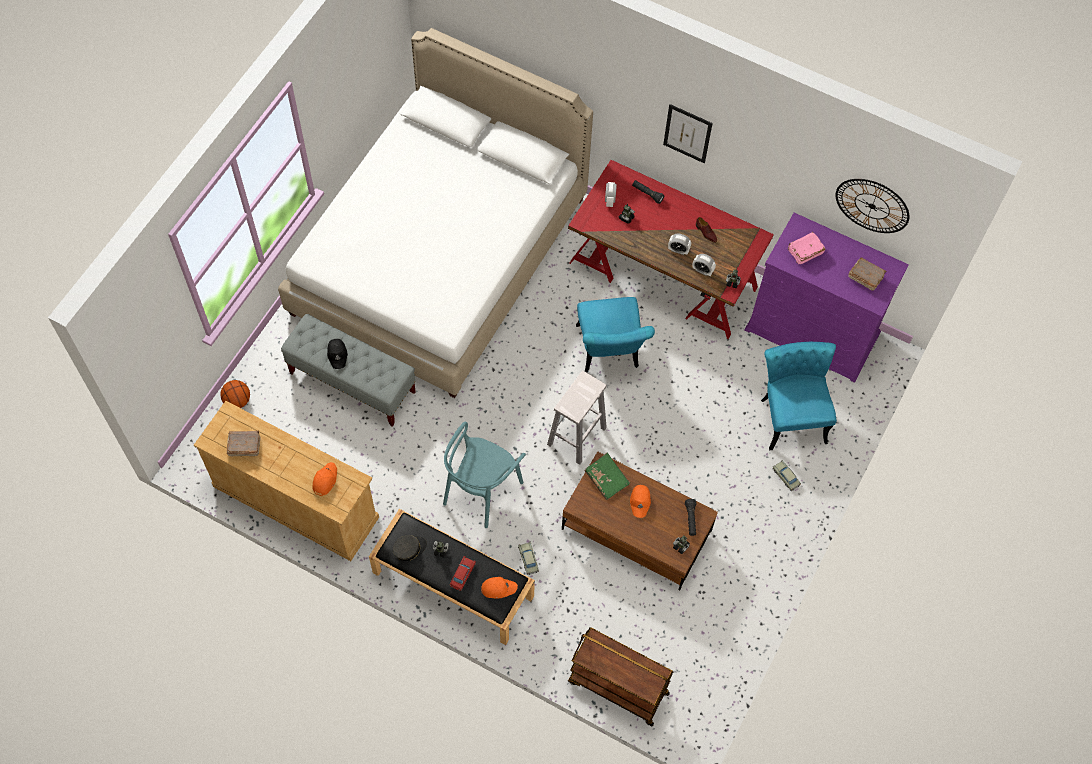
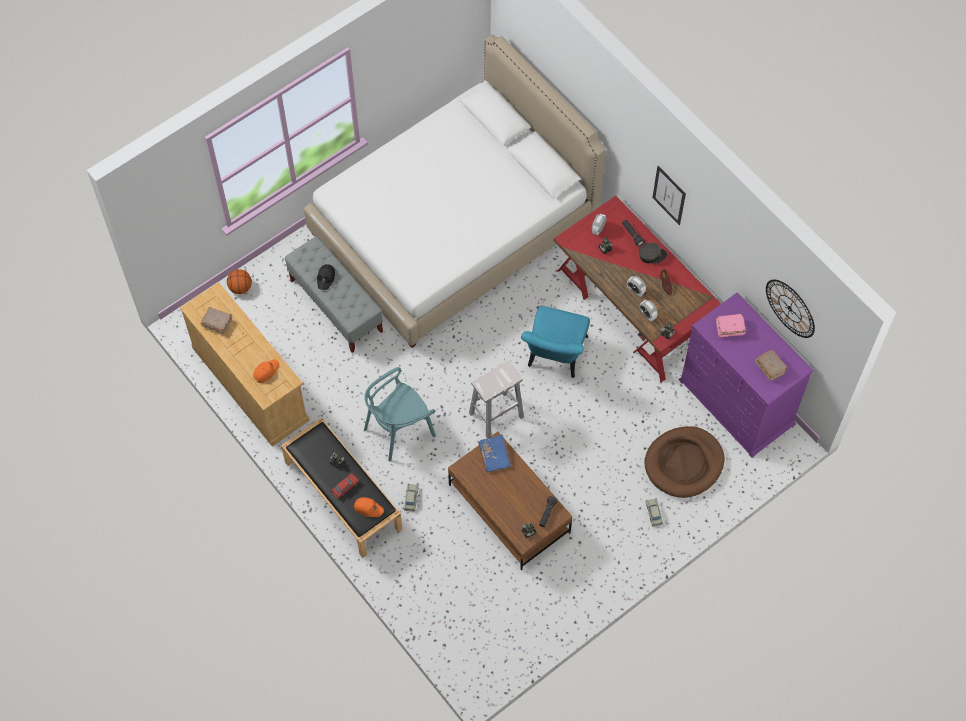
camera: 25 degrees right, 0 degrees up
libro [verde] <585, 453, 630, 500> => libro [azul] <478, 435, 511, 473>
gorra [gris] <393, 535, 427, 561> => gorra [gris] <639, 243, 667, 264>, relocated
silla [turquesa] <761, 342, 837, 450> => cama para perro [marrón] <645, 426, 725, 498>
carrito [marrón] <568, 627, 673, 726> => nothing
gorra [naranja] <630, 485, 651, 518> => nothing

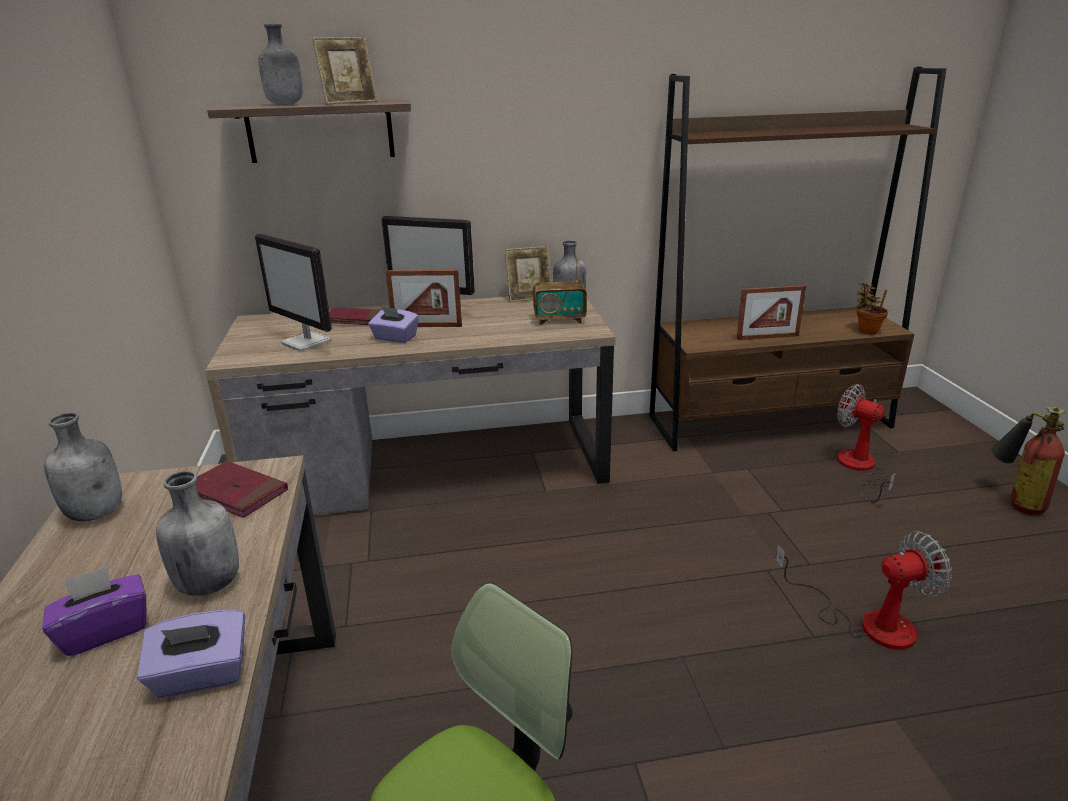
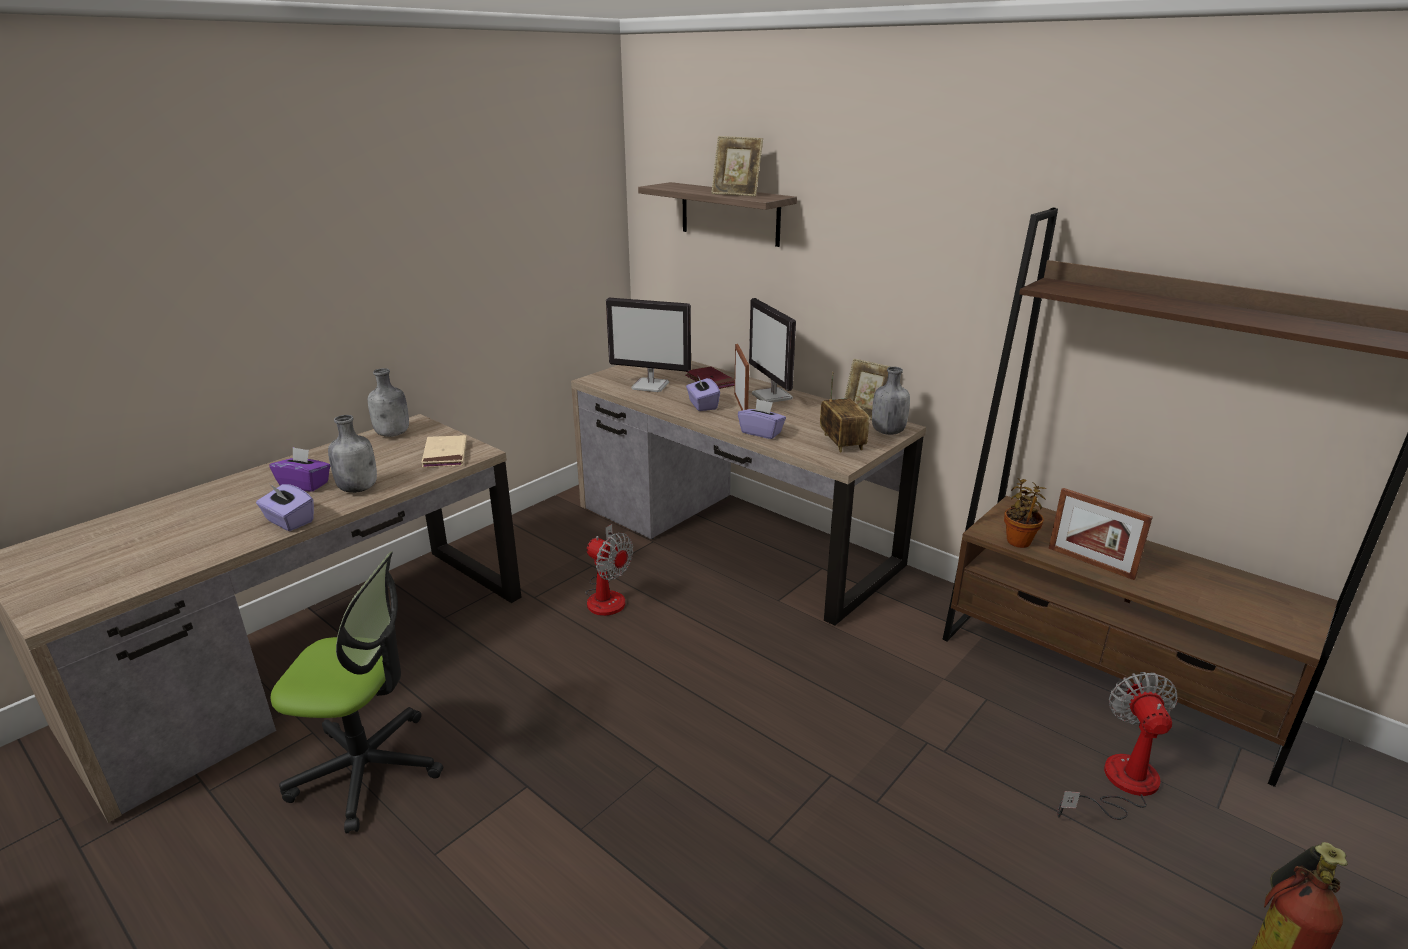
camera: 50 degrees right, 0 degrees up
libro [rojo] <196, 461, 288, 518> => libro [beis] <421, 435, 467, 468>
ventilador <776, 531, 952, 650> => ventilador <585, 524, 633, 616>, relocated
monitor <255, 234, 332, 351> => monitor <606, 298, 691, 392>, 75 degrees counterclockwise
portarretratos <386, 270, 462, 327> => portarretratos <734, 344, 749, 411>, 150 degrees counterclockwise
nothing => caja de pañuelos [morado] <738, 399, 786, 439>
radio <533, 253, 587, 325> => radio <820, 372, 869, 452>, 150 degrees counterclockwise
planta en maceta <856, 282, 888, 335> => planta en maceta <1004, 478, 1047, 548>, relocated
botella [gris] <258, 24, 302, 105> => nothing

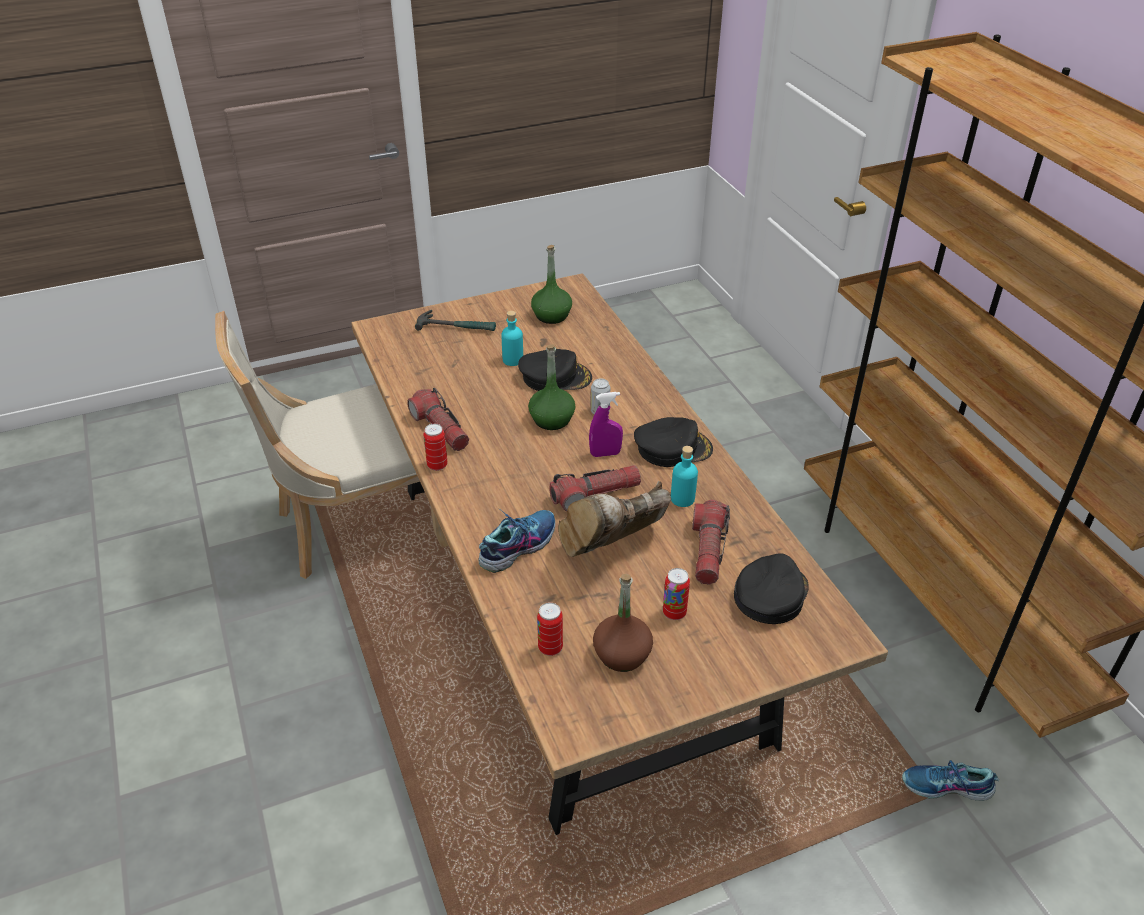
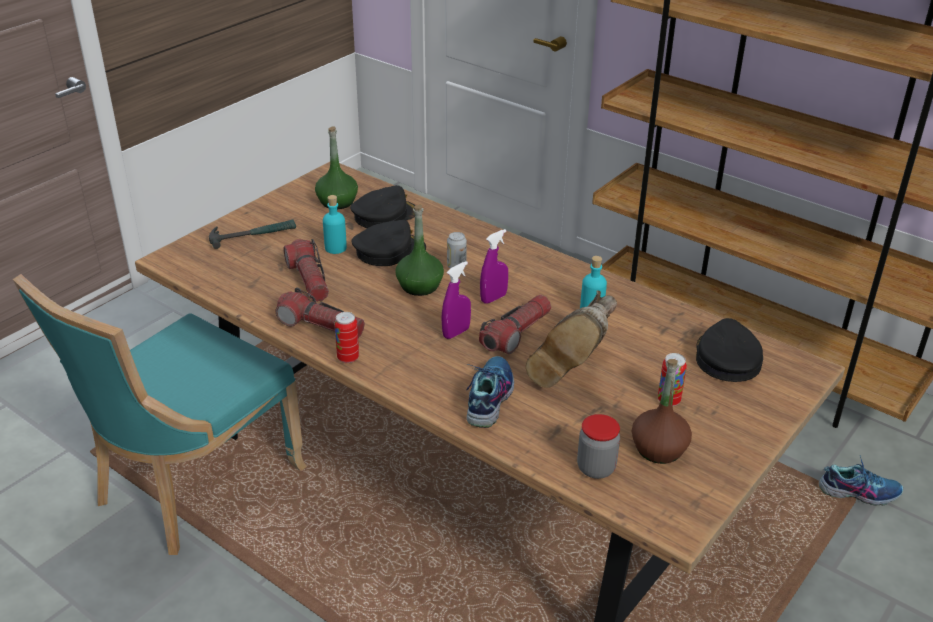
camera: 30 degrees left, 5 degrees down
silla [beis] <215, 311, 449, 579> => silla [turquesa] <13, 274, 307, 555>
linterna <692, 500, 730, 585> => linterna <284, 239, 329, 302>, relocated
gorra [negro] <634, 417, 713, 467> => gorra [negro] <350, 185, 416, 228>, relocated
nothing => pulverizador [morado] <441, 261, 471, 339>
lata <537, 603, 563, 656> => tarro <577, 414, 620, 479>
zapato <902, 760, 999, 801> => zapato <819, 456, 903, 505>, 150 degrees counterclockwise

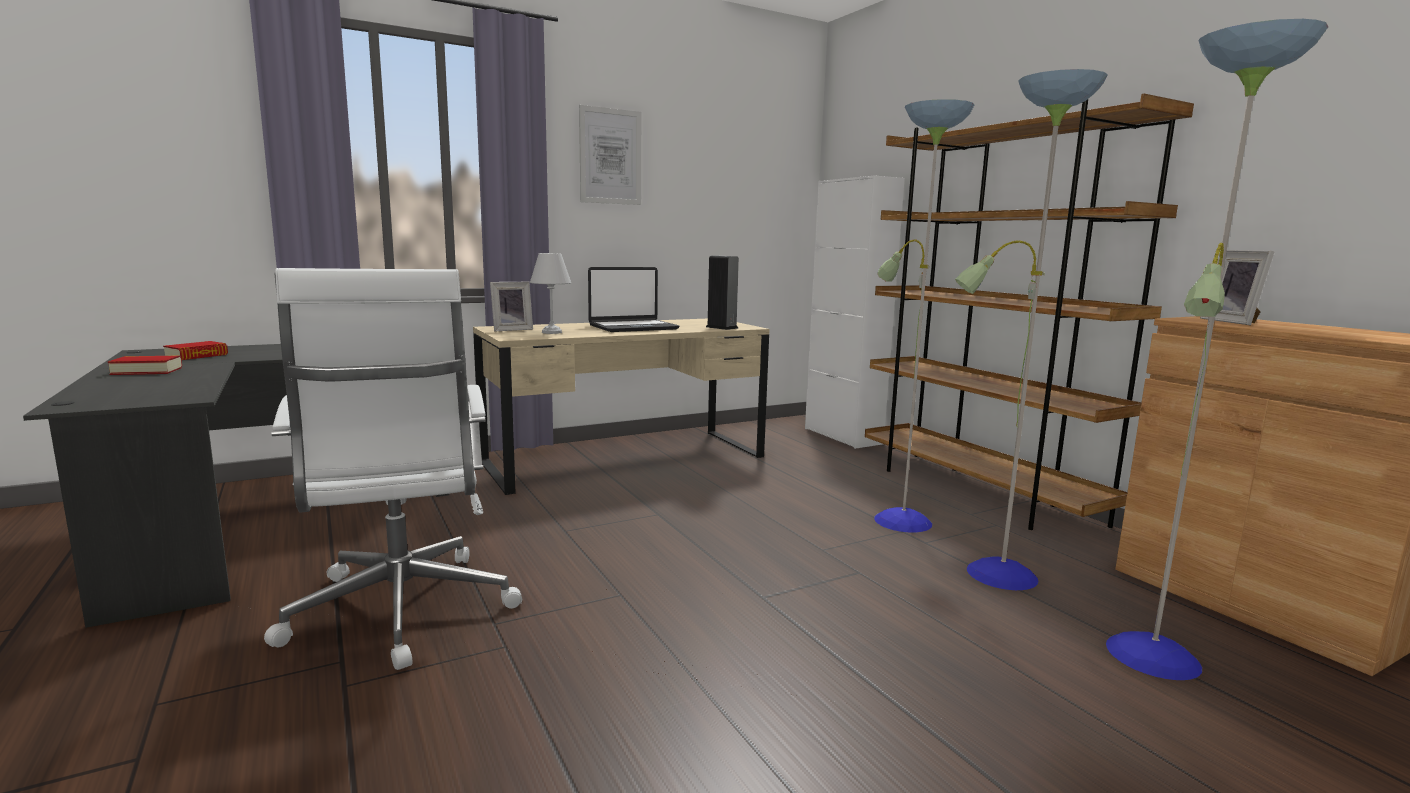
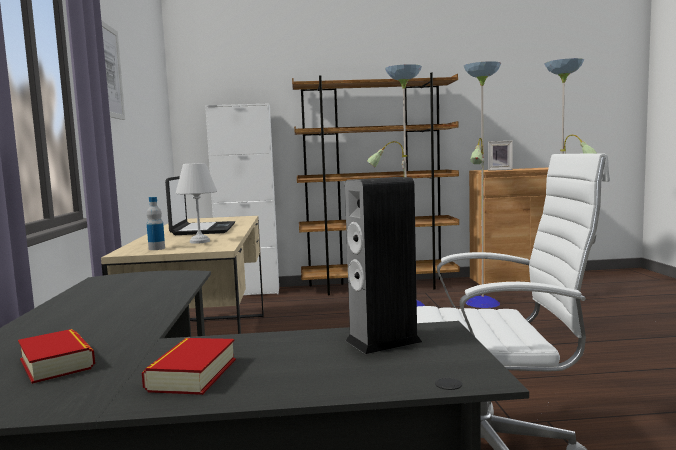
camera: 65 degrees left, 5 degrees down
portarretratos <490, 282, 533, 332> => botella <147, 197, 165, 250>
altavoz <706, 256, 739, 330> => altavoz <345, 177, 422, 354>, relocated

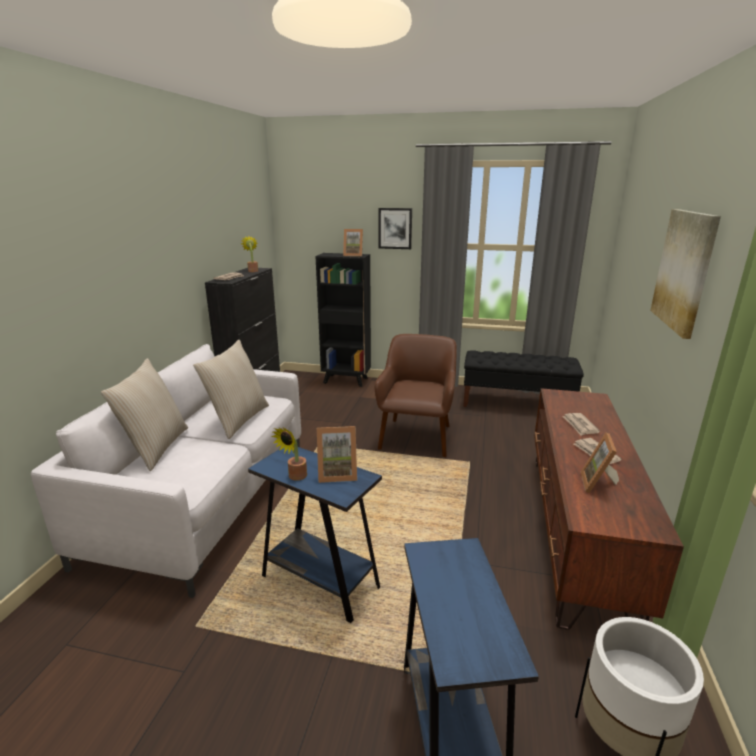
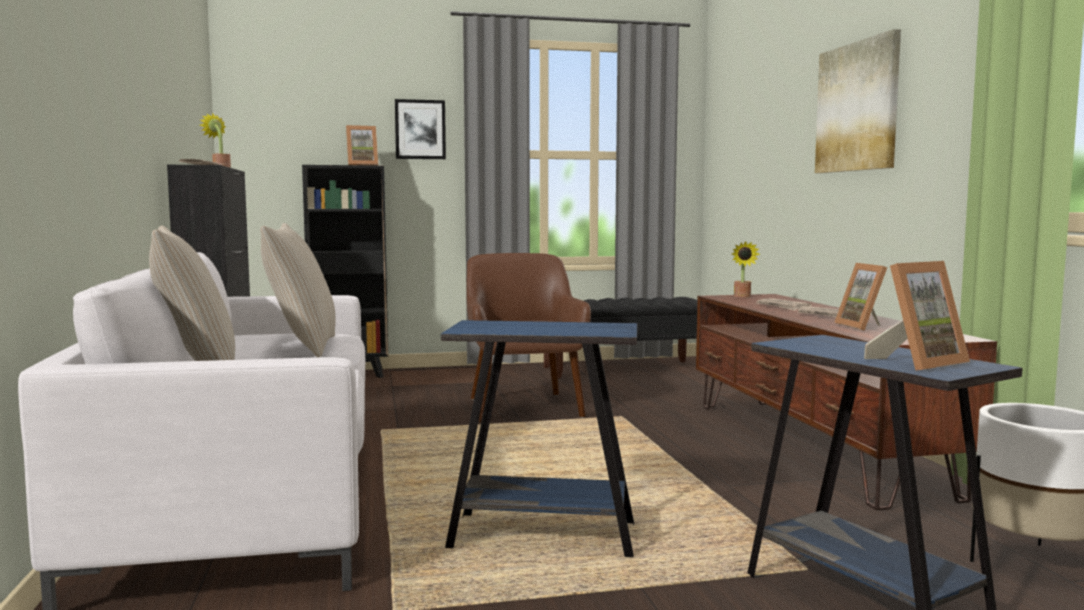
camera: 25 degrees left, 15 degrees down
planta en maceta <271, 427, 307, 481> => planta en maceta <732, 241, 760, 297>, relocated
portarretratos <317, 426, 357, 483> => portarretratos <864, 261, 970, 371>, relocated

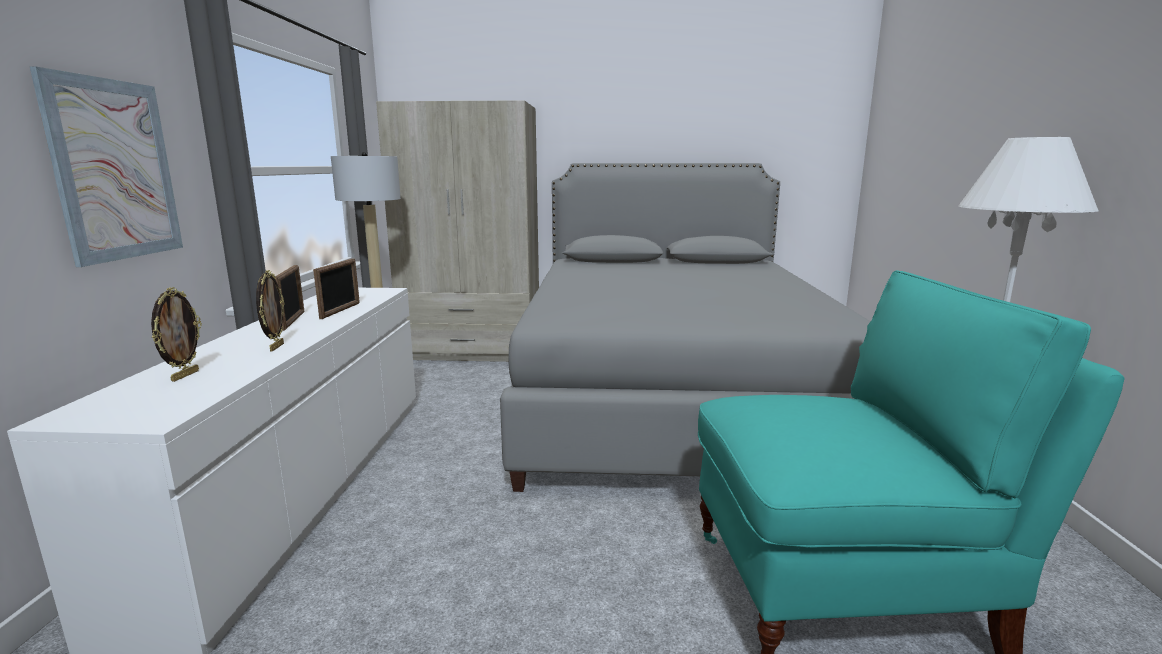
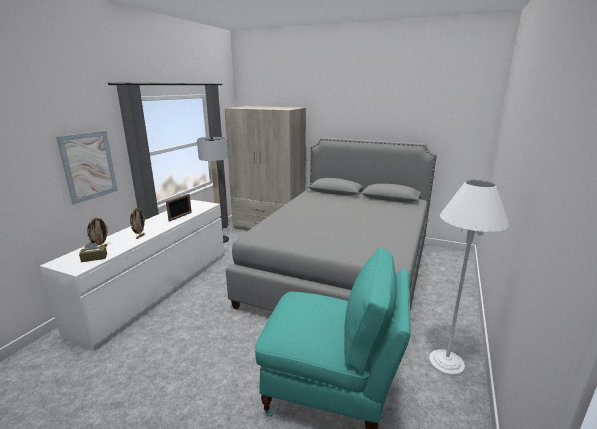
camera: 20 degrees right, 5 degrees up
nothing => caja de pañuelos [marrón] <79, 242, 107, 262>
portarretratos <275, 265, 304, 331> => nothing

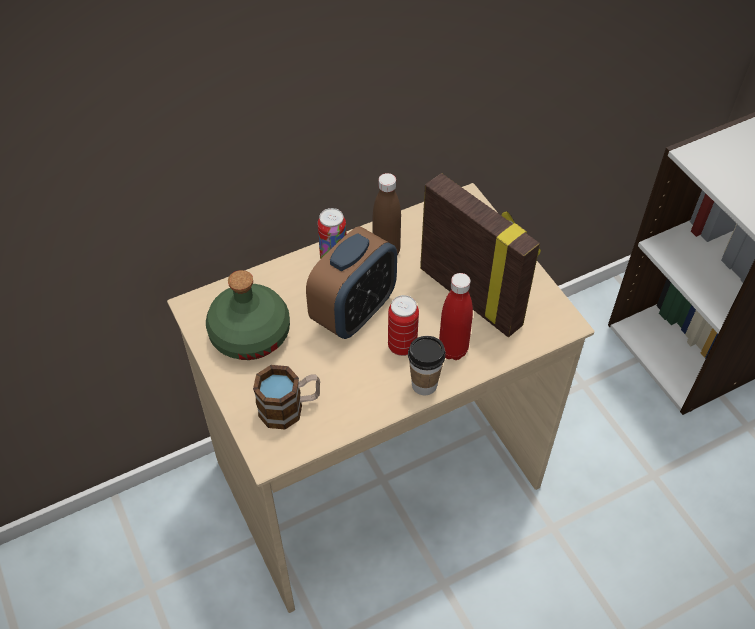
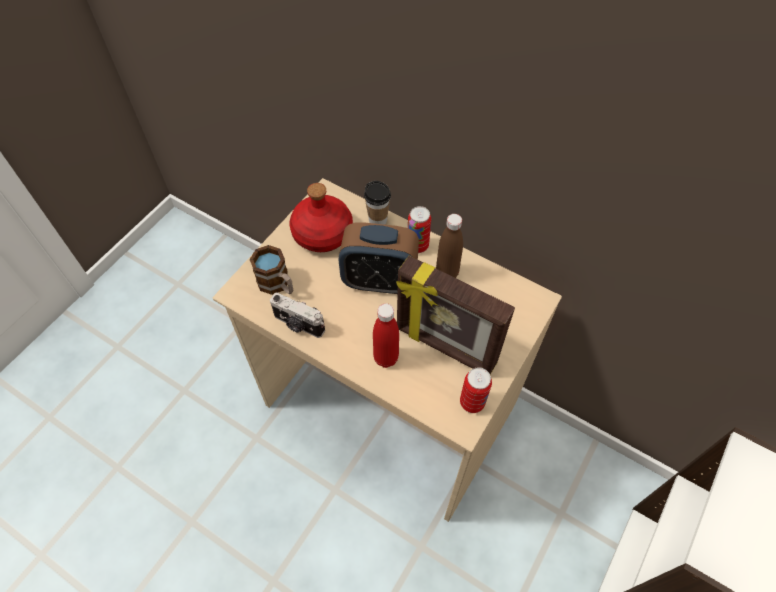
camera: 60 degrees right, 5 degrees up
nothing => cámara <270, 292, 325, 338>
botella [verde] <206, 270, 290, 360> => botella [rojo] <290, 183, 353, 252>
taza <408, 336, 446, 395> => taza <364, 181, 391, 225>, relocated
portarretratos <420, 173, 541, 337> => portarretratos <396, 255, 515, 374>, 105 degrees clockwise
lata <388, 295, 419, 356> => lata <460, 367, 492, 413>, relocated

